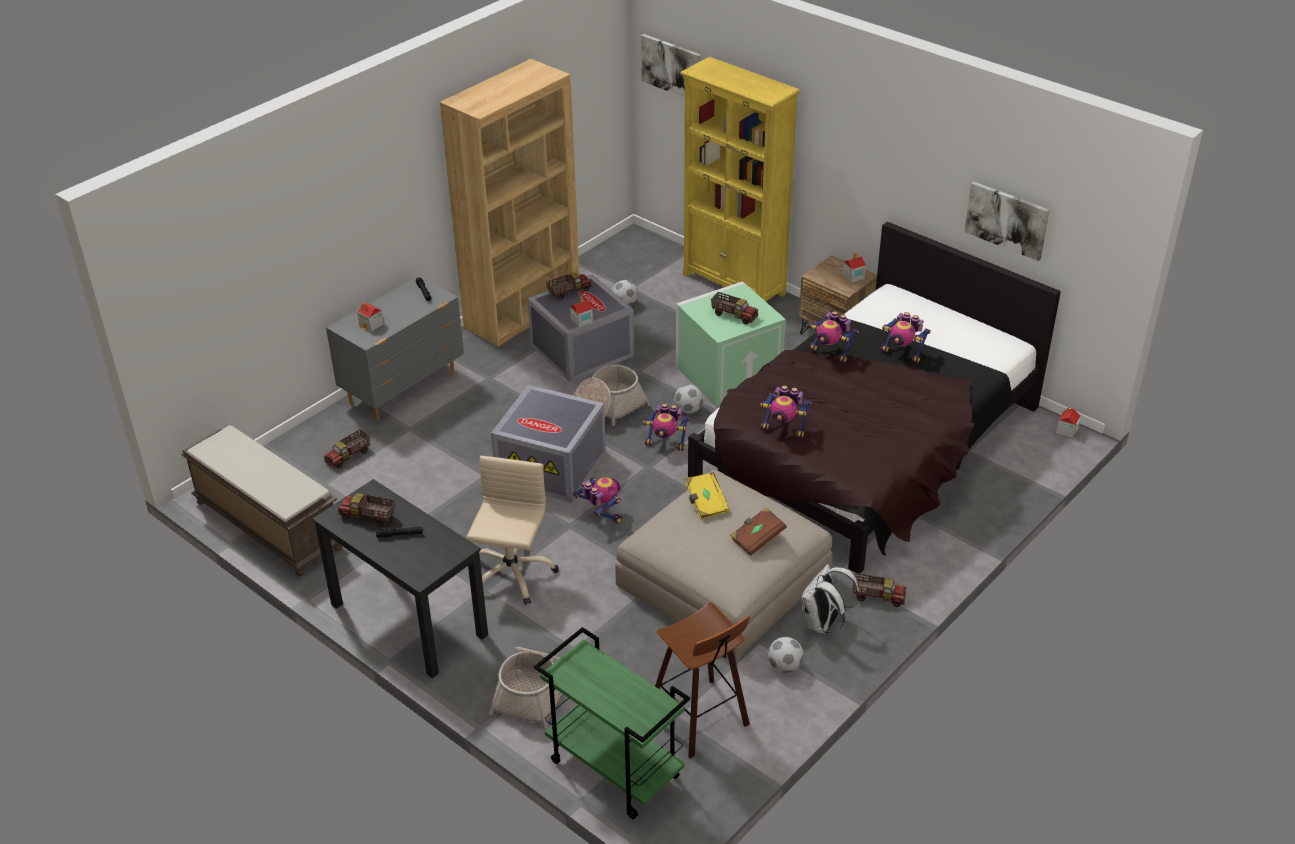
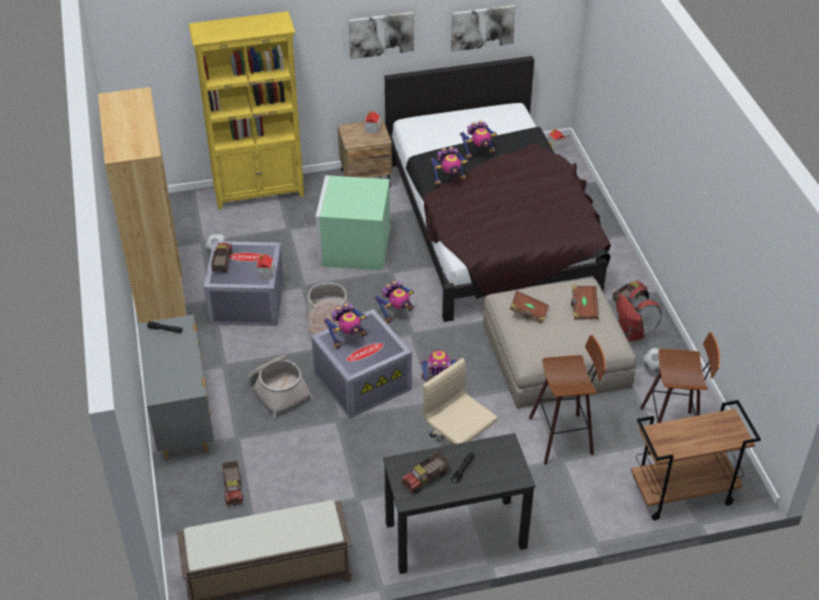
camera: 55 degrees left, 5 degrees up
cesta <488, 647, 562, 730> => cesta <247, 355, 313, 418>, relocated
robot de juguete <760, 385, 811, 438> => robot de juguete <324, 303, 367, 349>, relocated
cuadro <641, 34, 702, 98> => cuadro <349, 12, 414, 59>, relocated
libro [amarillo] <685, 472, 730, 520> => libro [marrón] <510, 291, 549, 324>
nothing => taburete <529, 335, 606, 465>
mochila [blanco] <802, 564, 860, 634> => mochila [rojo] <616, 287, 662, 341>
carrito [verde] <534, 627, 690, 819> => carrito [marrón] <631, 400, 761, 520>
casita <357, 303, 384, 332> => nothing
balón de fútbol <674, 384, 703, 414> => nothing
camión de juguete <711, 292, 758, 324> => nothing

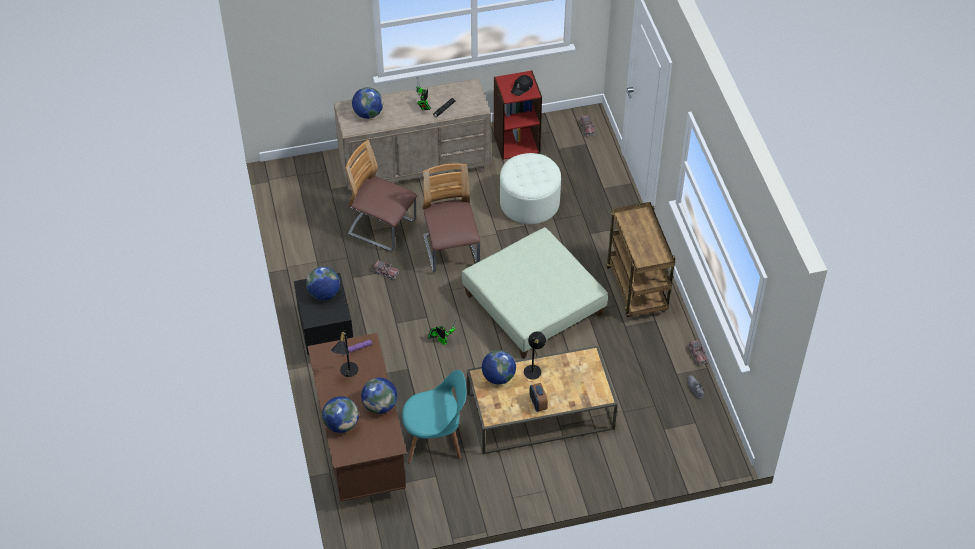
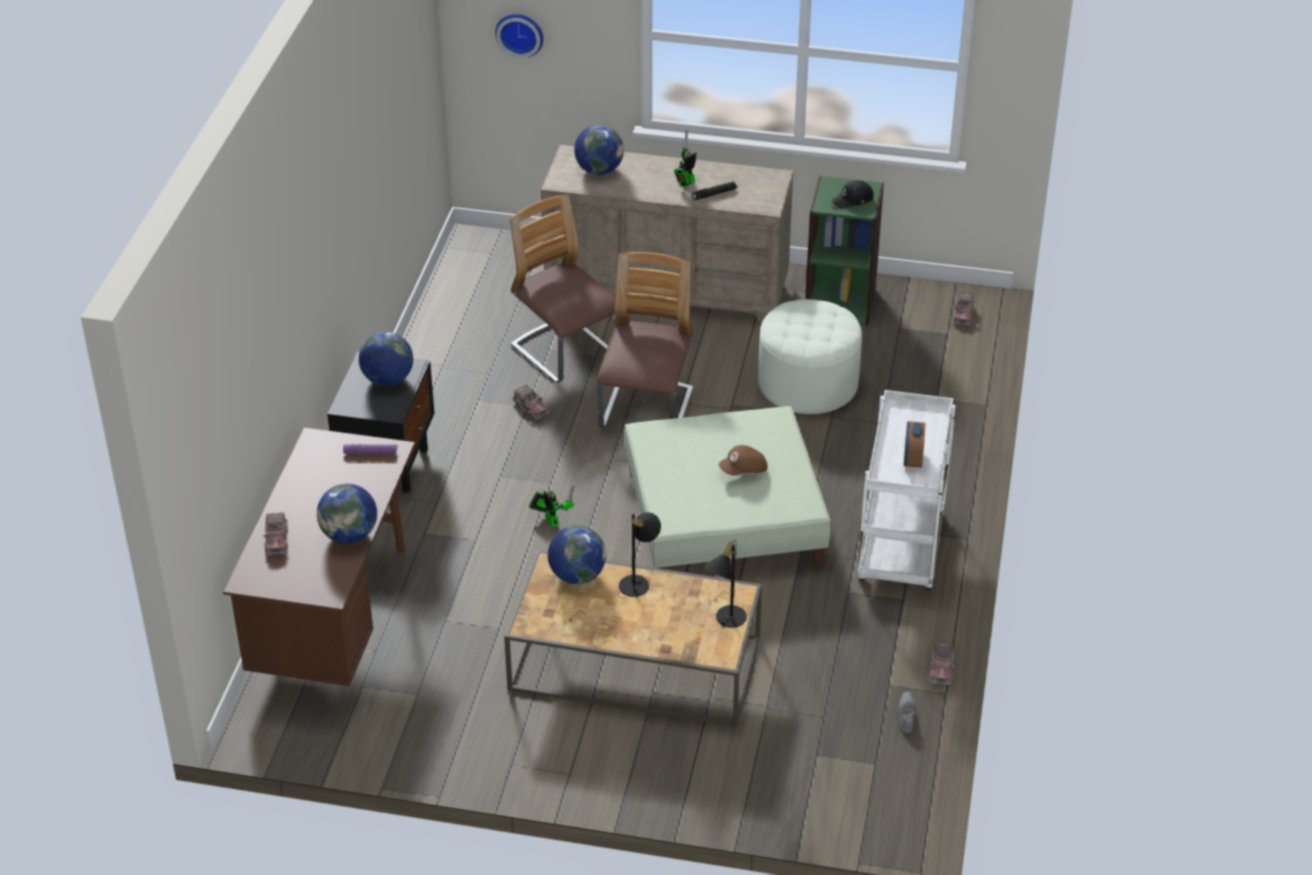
camera: 25 degrees right, 10 degrees down
globo terráqueo <322, 396, 359, 433> => camión de juguete <263, 513, 288, 555>
nothing => reloj de pared <495, 14, 543, 58>
lámpara de mesa [negro] <331, 330, 359, 377> => lámpara de mesa [negro] <704, 540, 747, 628>, relocated
nothing => gorra [marrón] <719, 445, 767, 476>
estantería [rojo] <493, 70, 542, 160> => estantería [verde] <805, 176, 884, 326>
carrito [marrón] <607, 202, 675, 317> => carrito [blanco] <857, 390, 956, 590>
despertador <529, 383, 548, 412> => despertador <904, 421, 926, 468>, relocated
silla [turquesa] <402, 370, 467, 463> => nothing

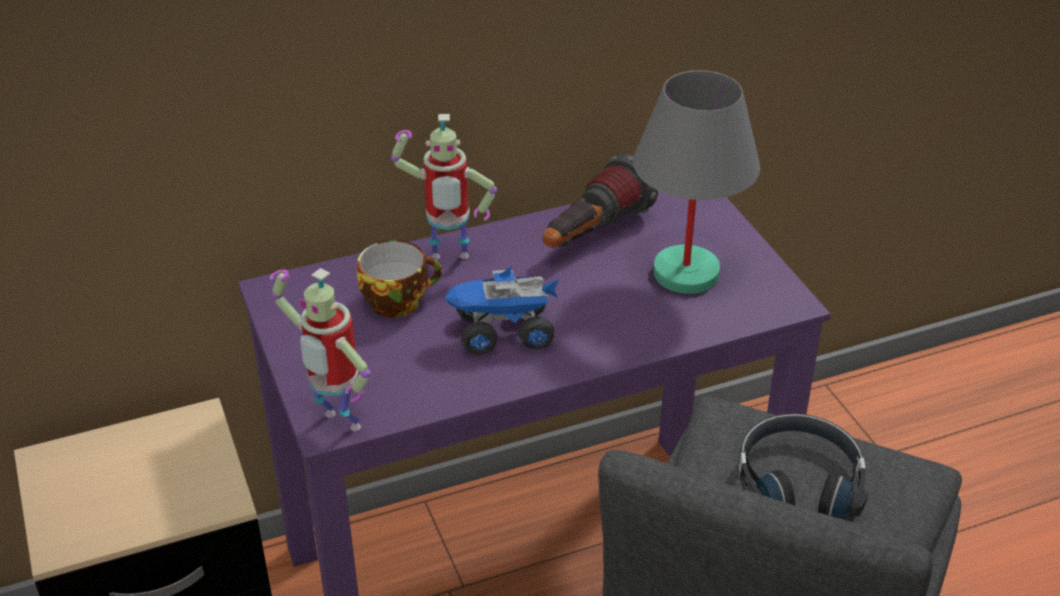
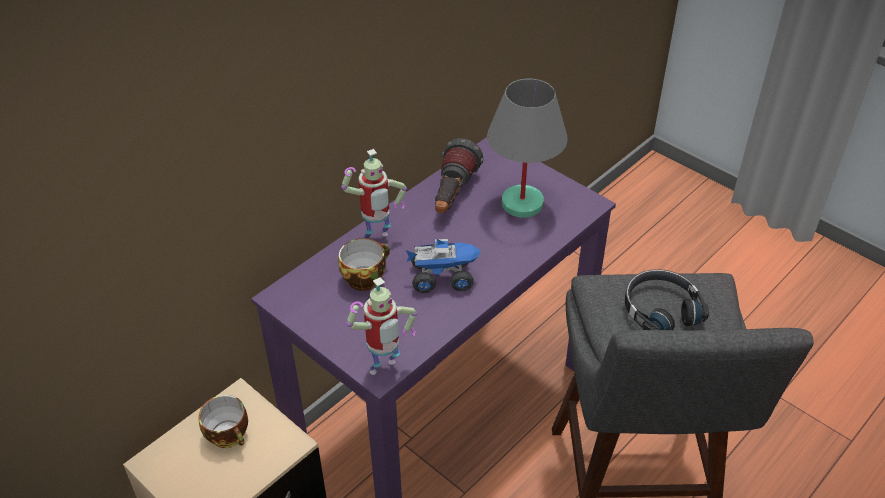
camera: 25 degrees left, 5 degrees up
nothing => taza <198, 395, 248, 448>
robot de juguete <270, 268, 371, 431> => robot de juguete <346, 277, 417, 375>, 45 degrees counterclockwise
camión de juguete <444, 266, 559, 355> => camión de juguete <406, 238, 481, 293>, 150 degrees counterclockwise

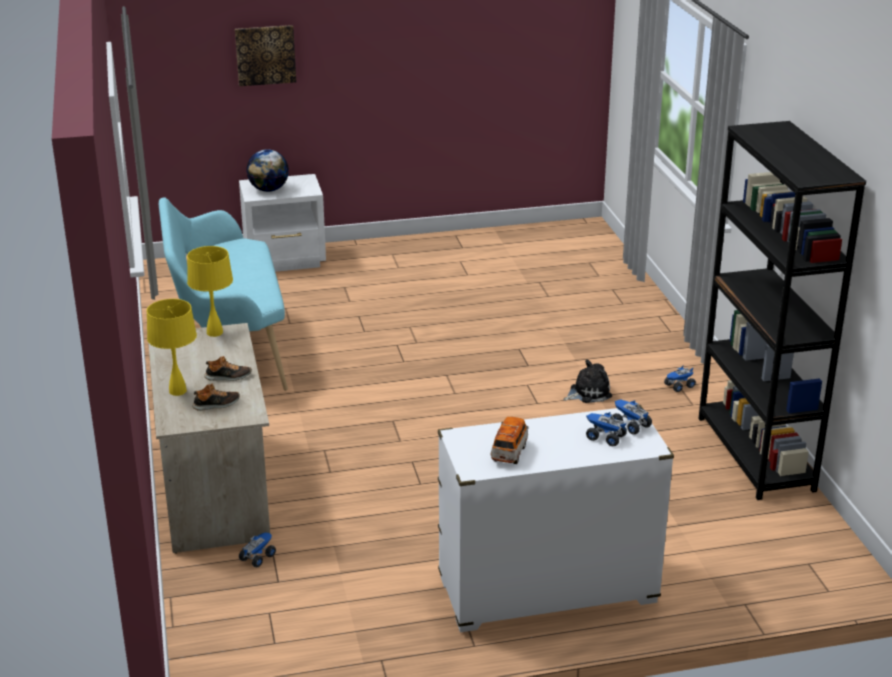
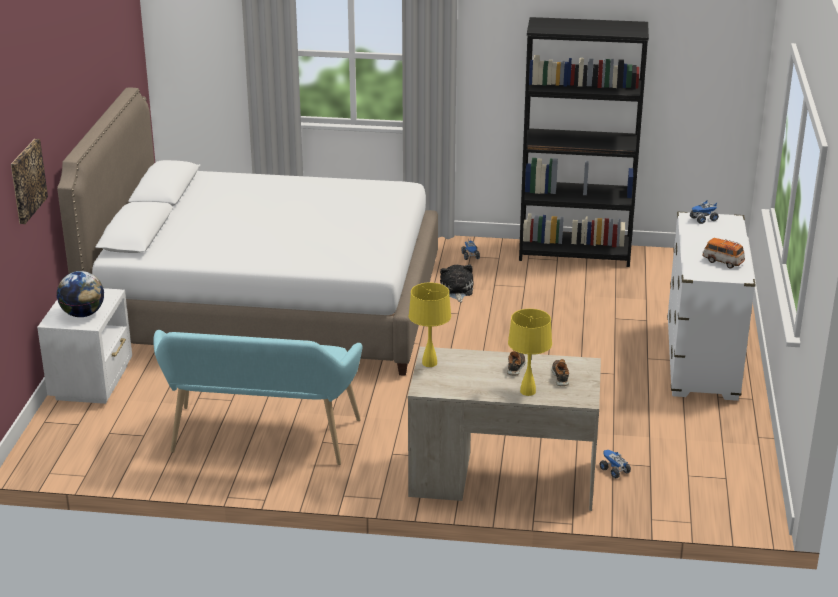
camera: 70 degrees left, 0 degrees up
nothing => cama [blanco] <57, 87, 438, 376>
camión de juguete <586, 412, 627, 446> => nothing

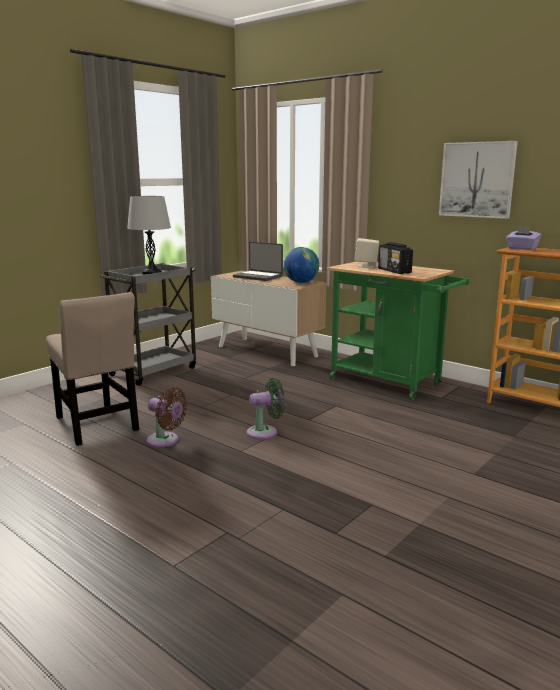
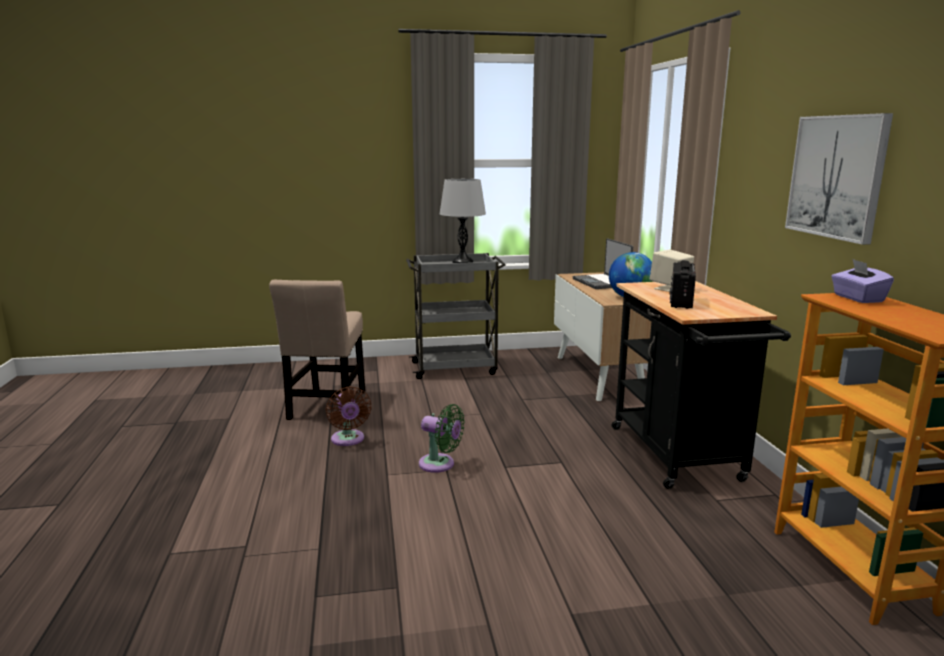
camera: 40 degrees right, 0 degrees up
carrito [verde] <327, 261, 470, 400> => carrito [negro] <612, 281, 791, 489>

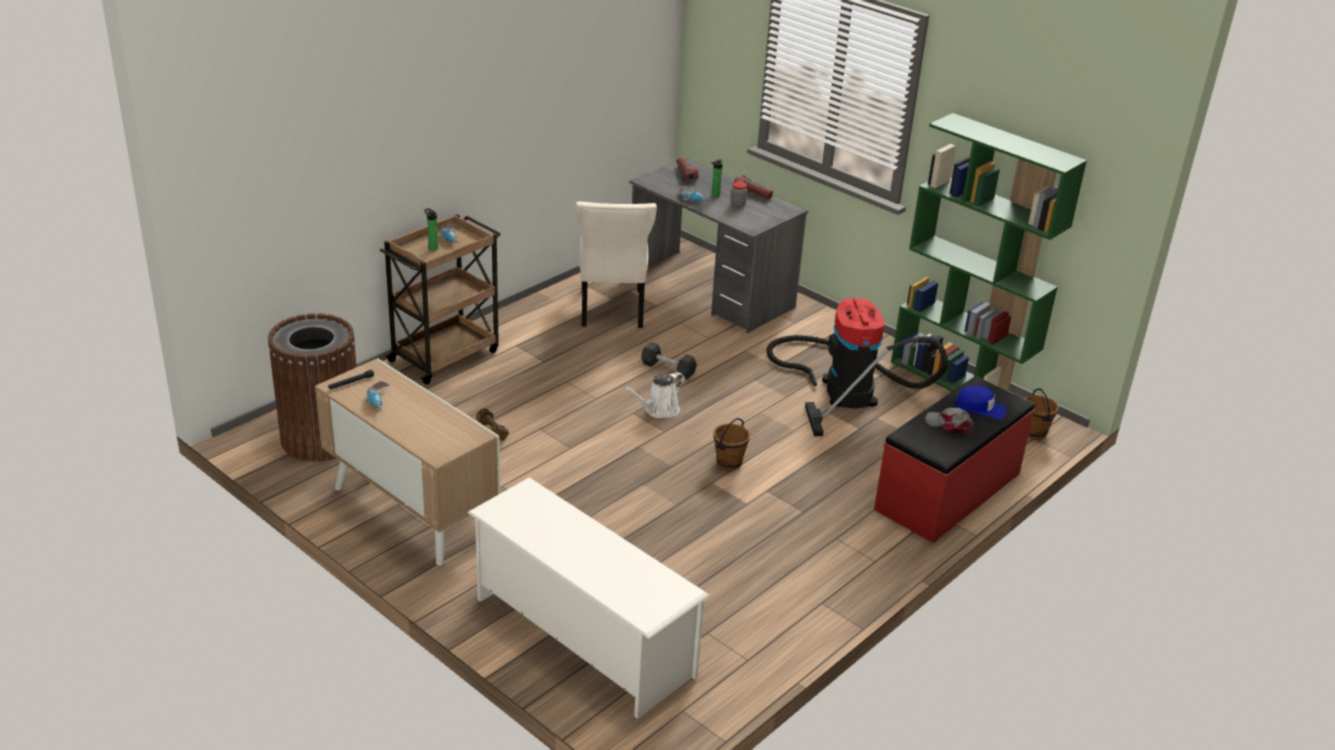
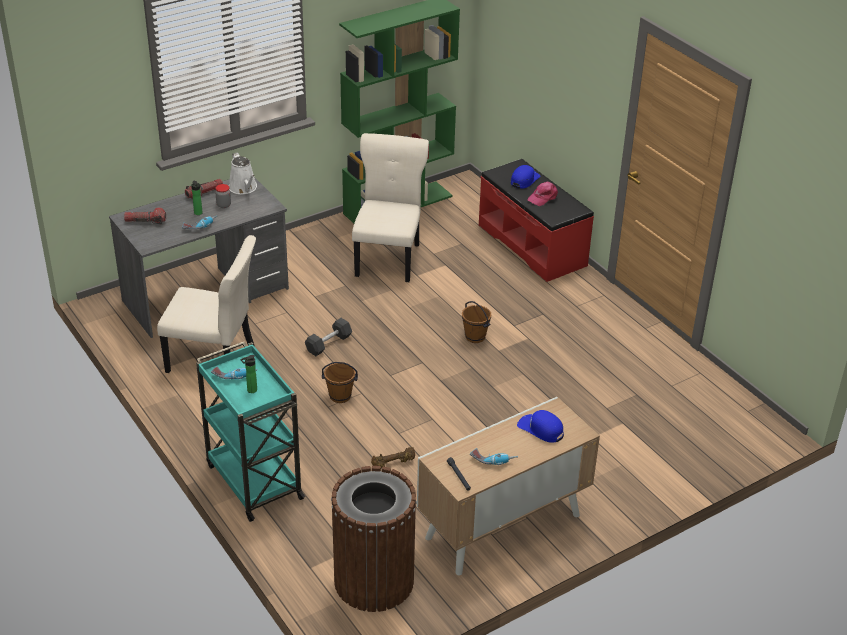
camera: 75 degrees left, 5 degrees up
carrito [marrón] <380, 214, 501, 385> => carrito [turquesa] <196, 342, 305, 522>
regadera [blanco] <624, 372, 685, 418> => regadera [blanco] <229, 152, 257, 194>, relocated
cubo [marrón] <1025, 388, 1059, 440> => cubo [marrón] <322, 362, 358, 403>, relocated
aspiradora <766, 298, 949, 436> => silla [beis] <352, 133, 429, 282>
nothing => gorra [azul] <517, 410, 564, 443>
gorra [gris] <925, 408, 974, 434> => gorra [rosa] <528, 182, 558, 206>
zapatero [blanco] <468, 477, 710, 719> => nothing

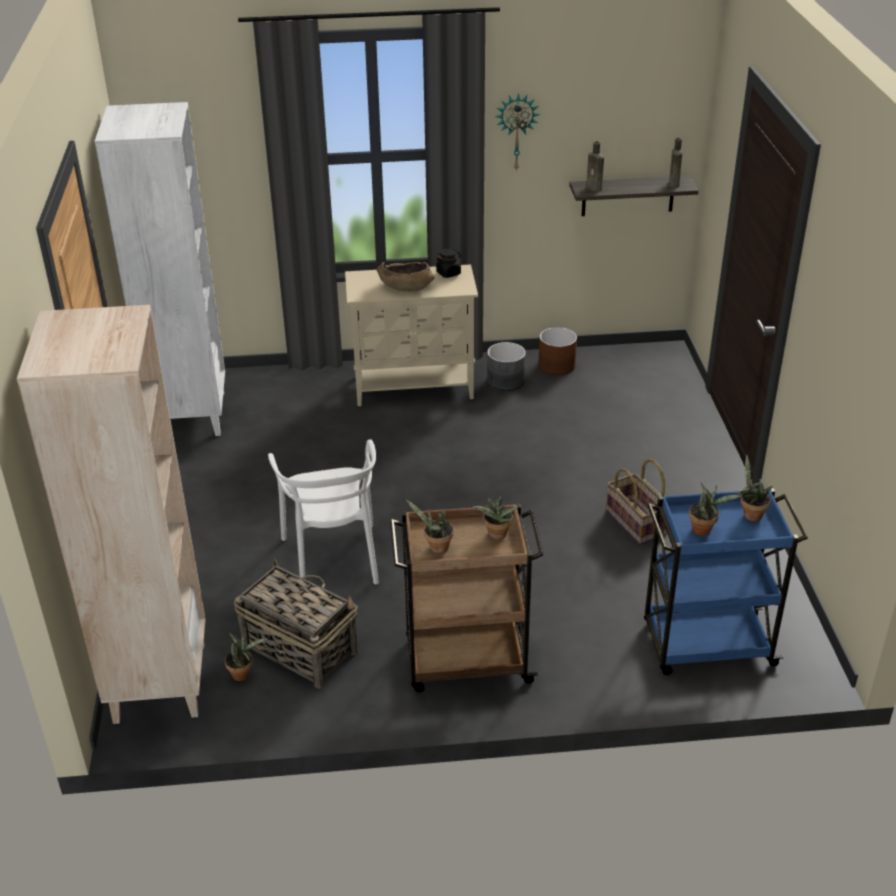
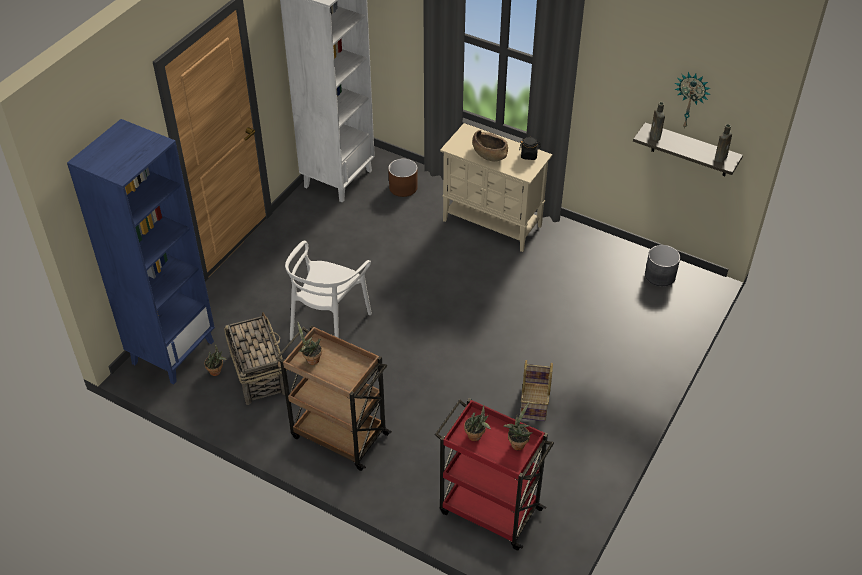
camera: 35 degrees right, 10 degrees up
estantería [beis] <17, 305, 206, 724> => estantería [azul] <67, 119, 215, 385>
maceta [marrón] <539, 327, 577, 375> => maceta [marrón] <388, 159, 418, 197>, relocated
carrito [azul] <644, 488, 808, 675> => carrito [rojo] <435, 398, 554, 550>
maceta [gris] <487, 342, 526, 391> => maceta [gris] <645, 245, 680, 286>, relocated
reloj de pared <495, 93, 540, 172> => reloj de pared <675, 72, 711, 129>, relocated
planta en maceta <472, 496, 519, 540> => nothing

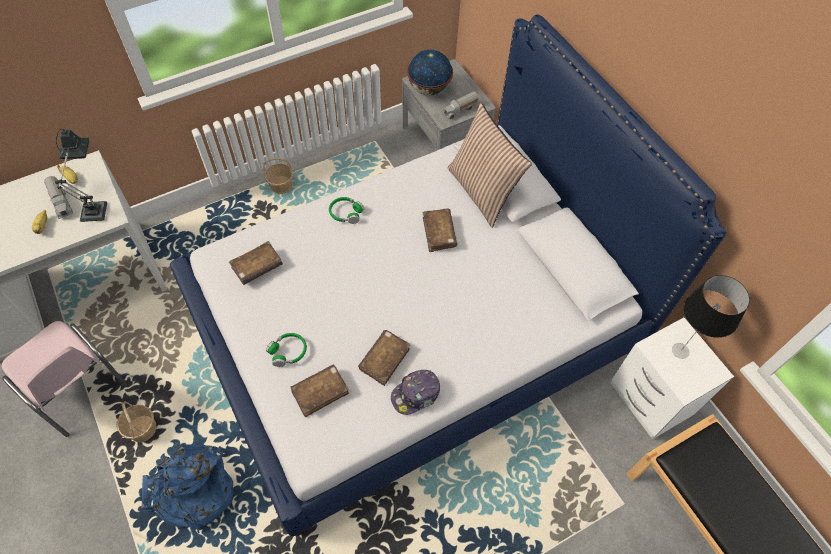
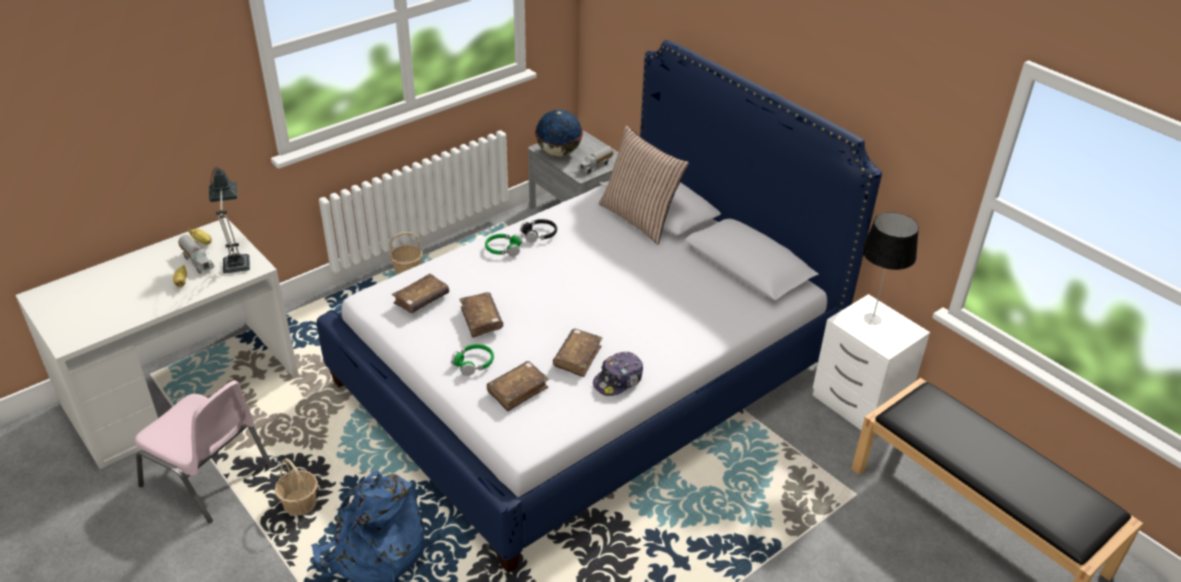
camera: 10 degrees left, 20 degrees down
libro [marrón] <422, 209, 457, 252> => libro [marrón] <460, 292, 503, 338>, relocated
nothing => auriculares [negro] <520, 219, 557, 243>

